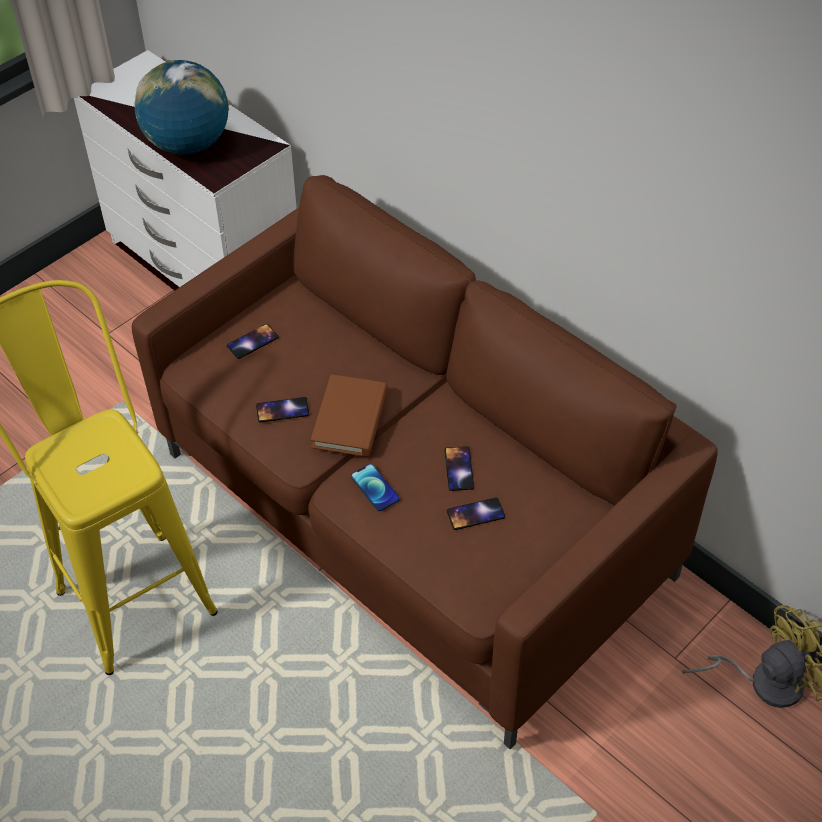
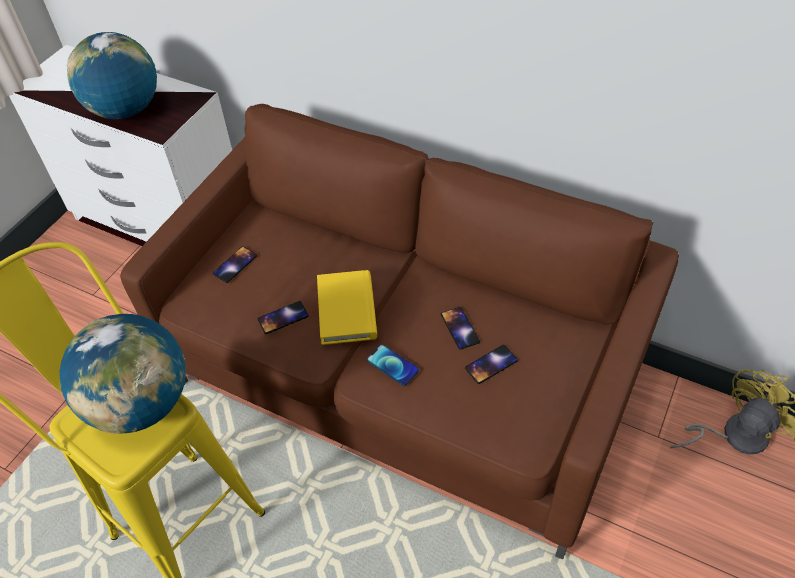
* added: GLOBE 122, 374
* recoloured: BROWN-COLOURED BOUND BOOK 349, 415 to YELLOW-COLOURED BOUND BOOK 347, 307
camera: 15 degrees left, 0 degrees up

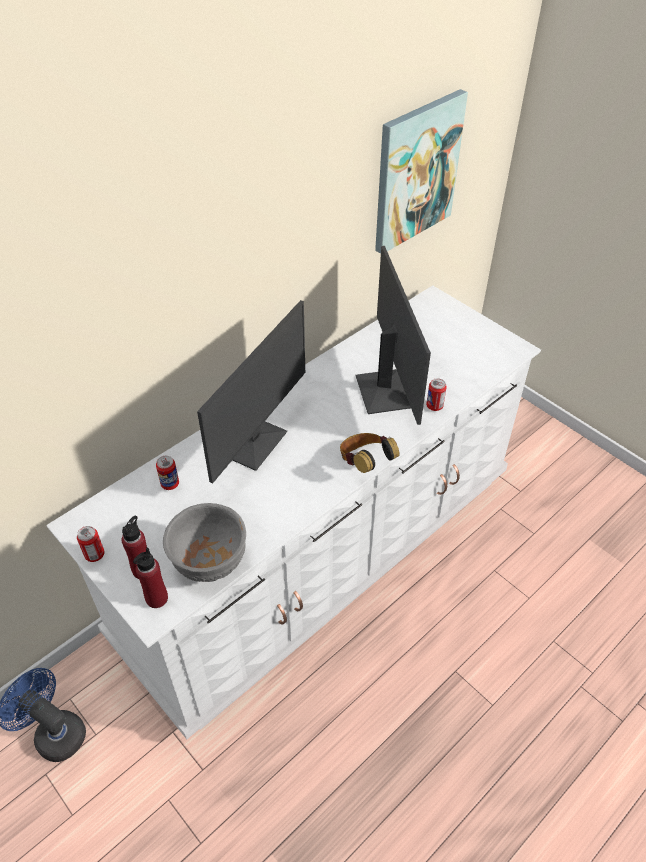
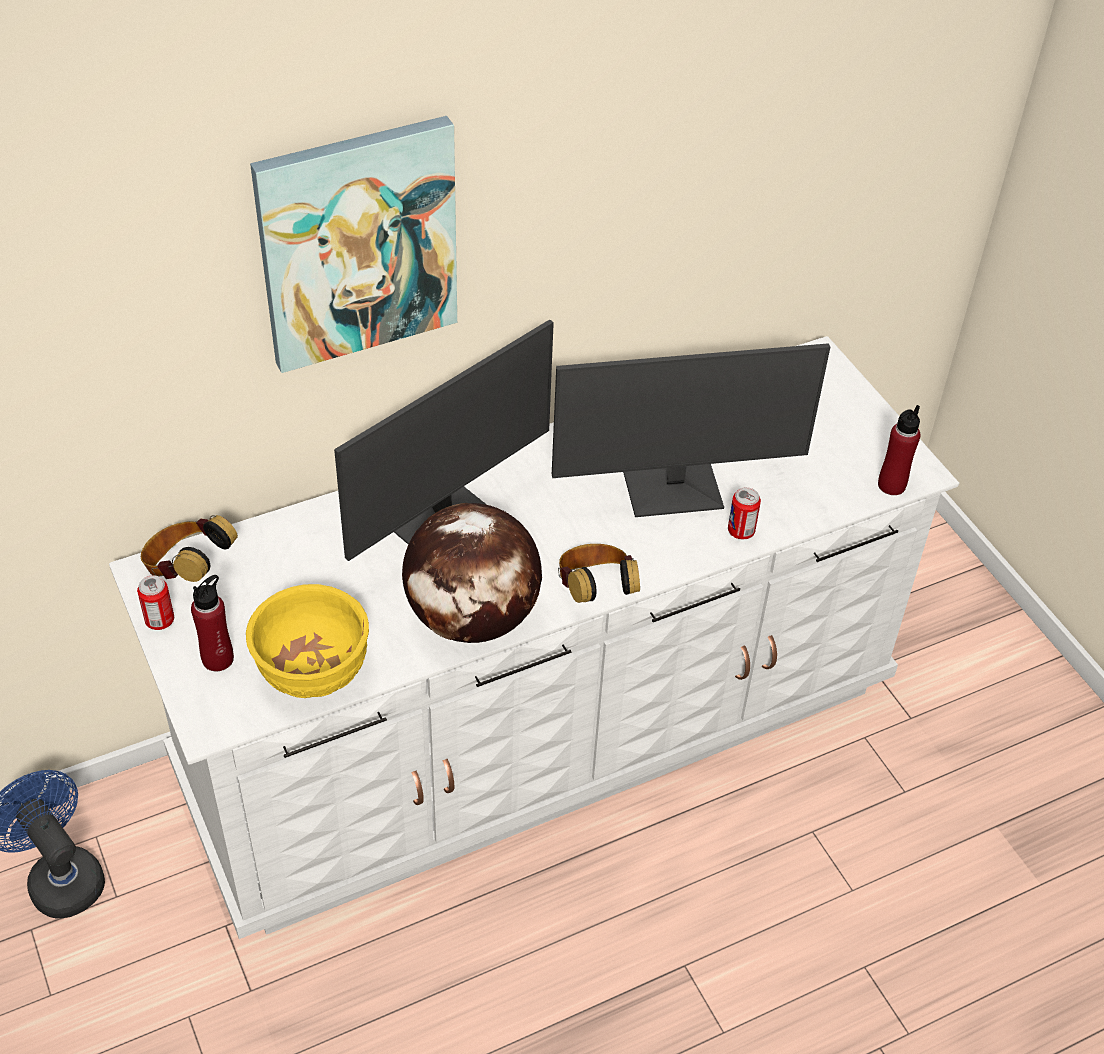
* added: HEADPHONES 189, 548
* recoloured: GREY BOWL 204, 542 to YELLOW-COLOURED BOWL 307, 641
* moved: PICTURE 421, 171 to 353, 244
* added: GLOBE 472, 573
* turned: COMPUTER DISPLAY 393, 335 = 691, 430 75 degrees clockwise
* moved: REDDISH BEVERAGE BOTTLE 150, 577 to 899, 450
* removed: SEALED CAN 167, 473
camera: 15 degrees right, 0 degrees up

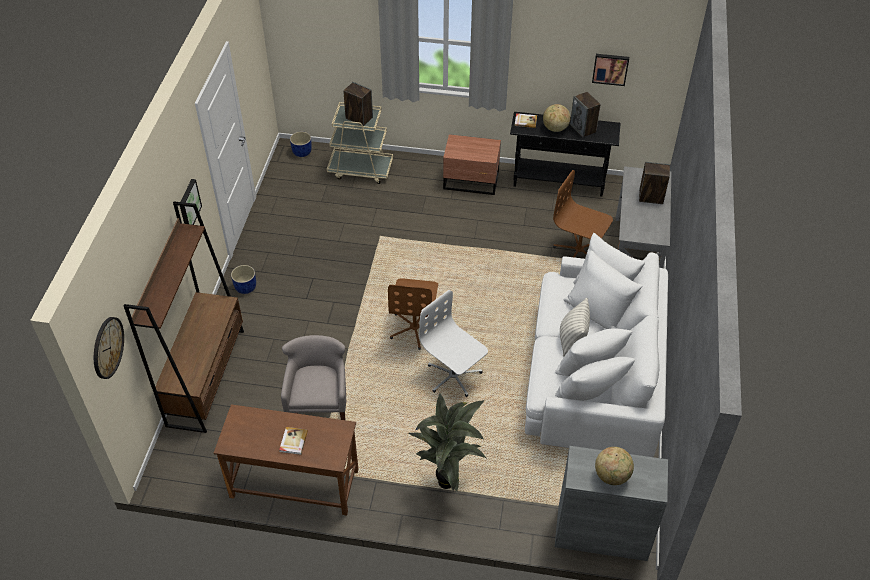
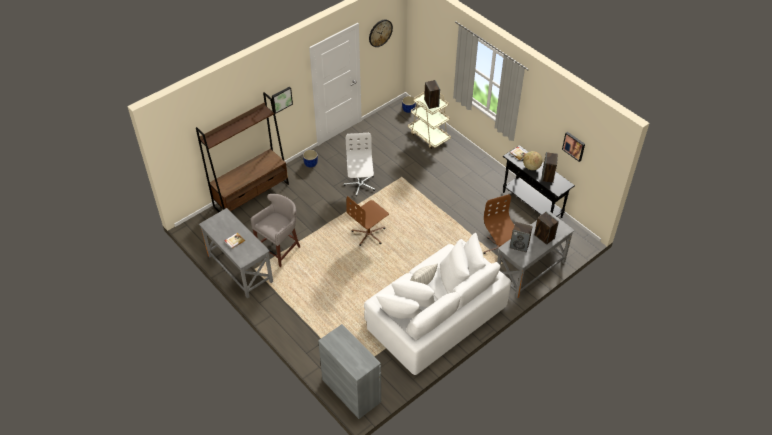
* recoloured: BROWN-COLOURED DESK 286, 460 to GREY DESK 236, 253
* moved: WHITE COMPUTER CHAIR 453, 343 to 359, 164
* moved: HANGING CLOCK 109, 348 to 381, 33
* added: SPEAKER 521, 237
* removed: PLANT IN A POT 447, 442
* removed: BROWN-COLOURED NIGHTSTAND 472, 164
* removed: GLOBE 614, 466
camera: 40 degrees right, 0 degrees up

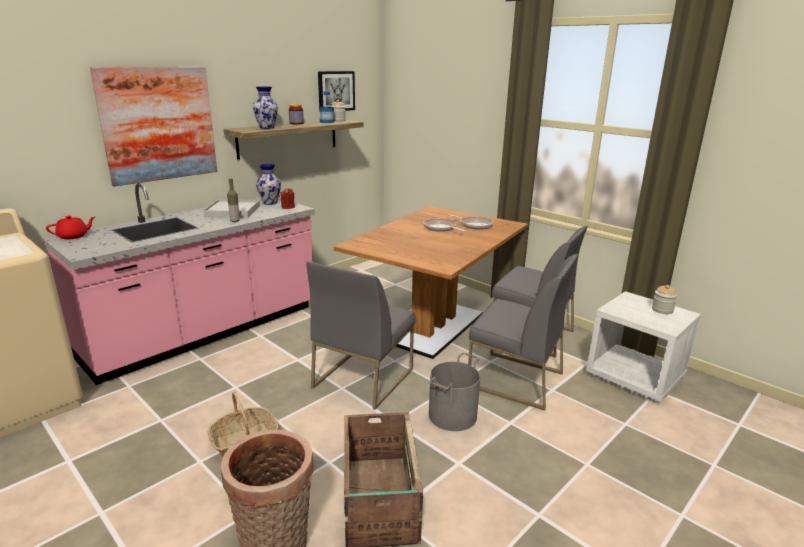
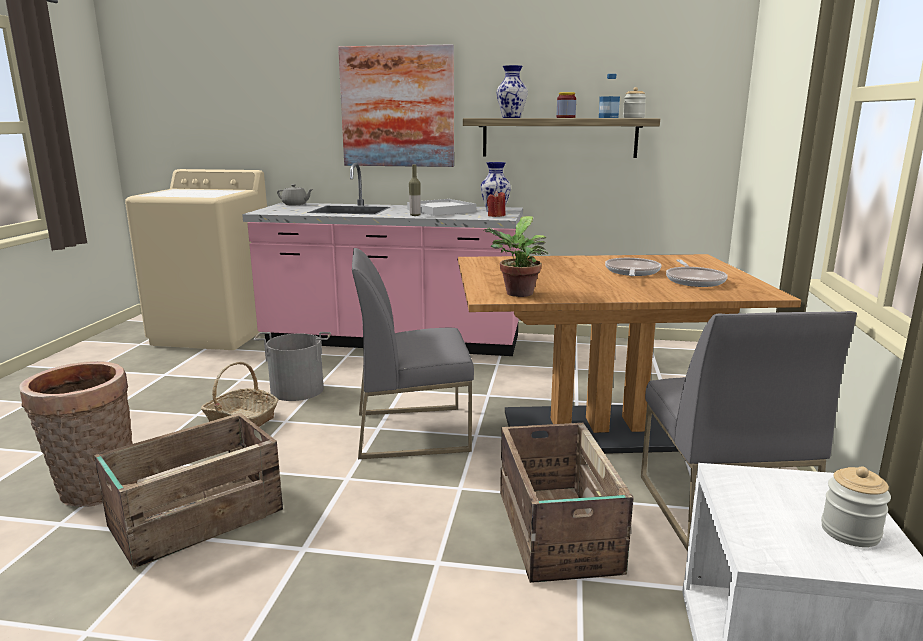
* moved: GREY BUCKET 454, 392 to 292, 366
* recoloured: REDDISH TEAPOT 70, 227 to GREY TEAPOT 295, 194
* added: PLANT IN A POT 515, 256
* replaced: GREY UPRIGHT CHAIR 523, 332 to PACKING CRATE 567, 503
* removed: PICTURE 336, 91
camera: 55 degrees right, 5 degrees down

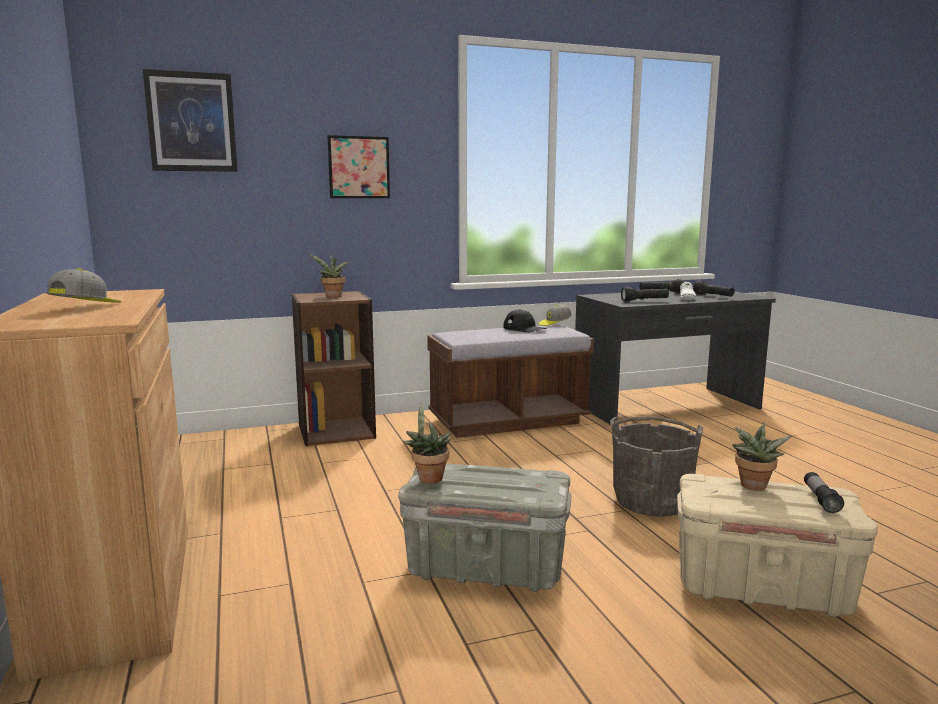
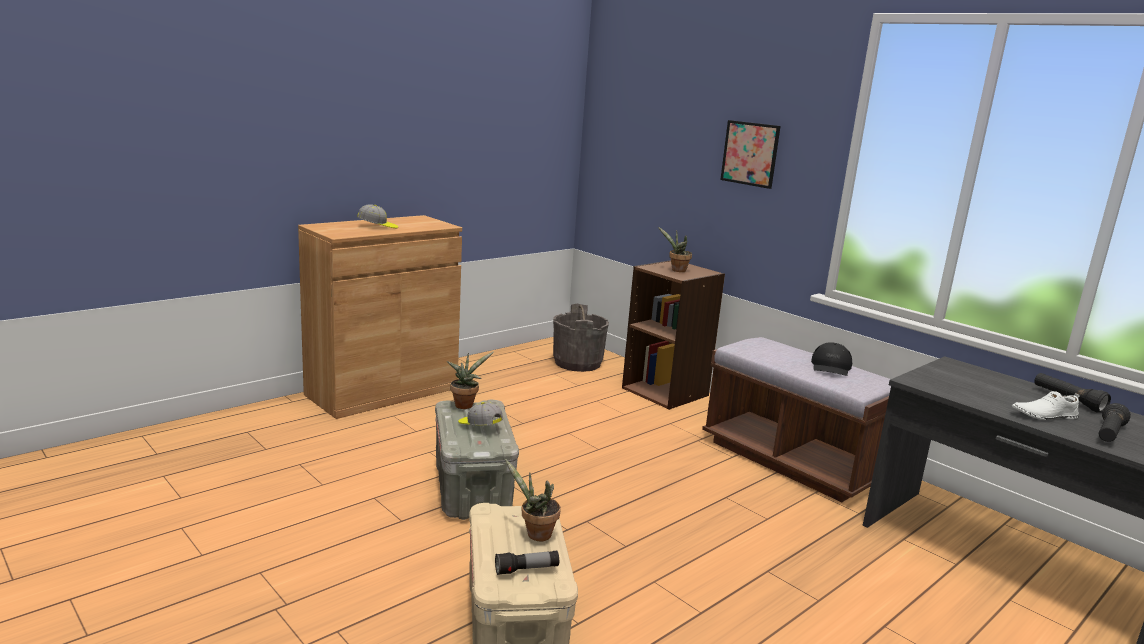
* moved: BASEBALL CAP 555, 315 to 480, 414
* moved: GREY BUCKET 656, 466 to 581, 338
* removed: PICTURE 190, 120
* removed: BLACK TORCH 645, 294
camera: 65 degrees right, 5 degrees up

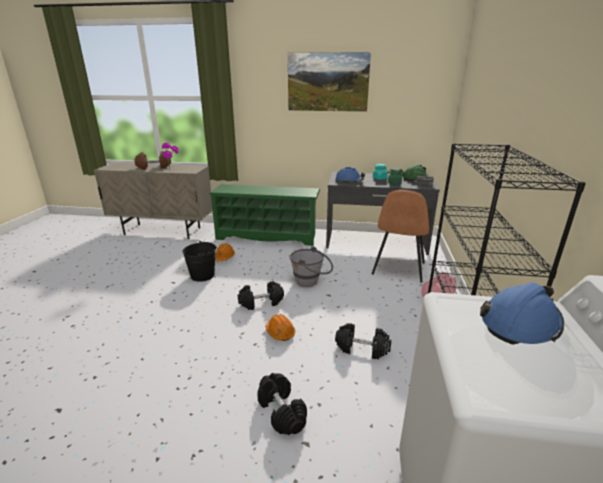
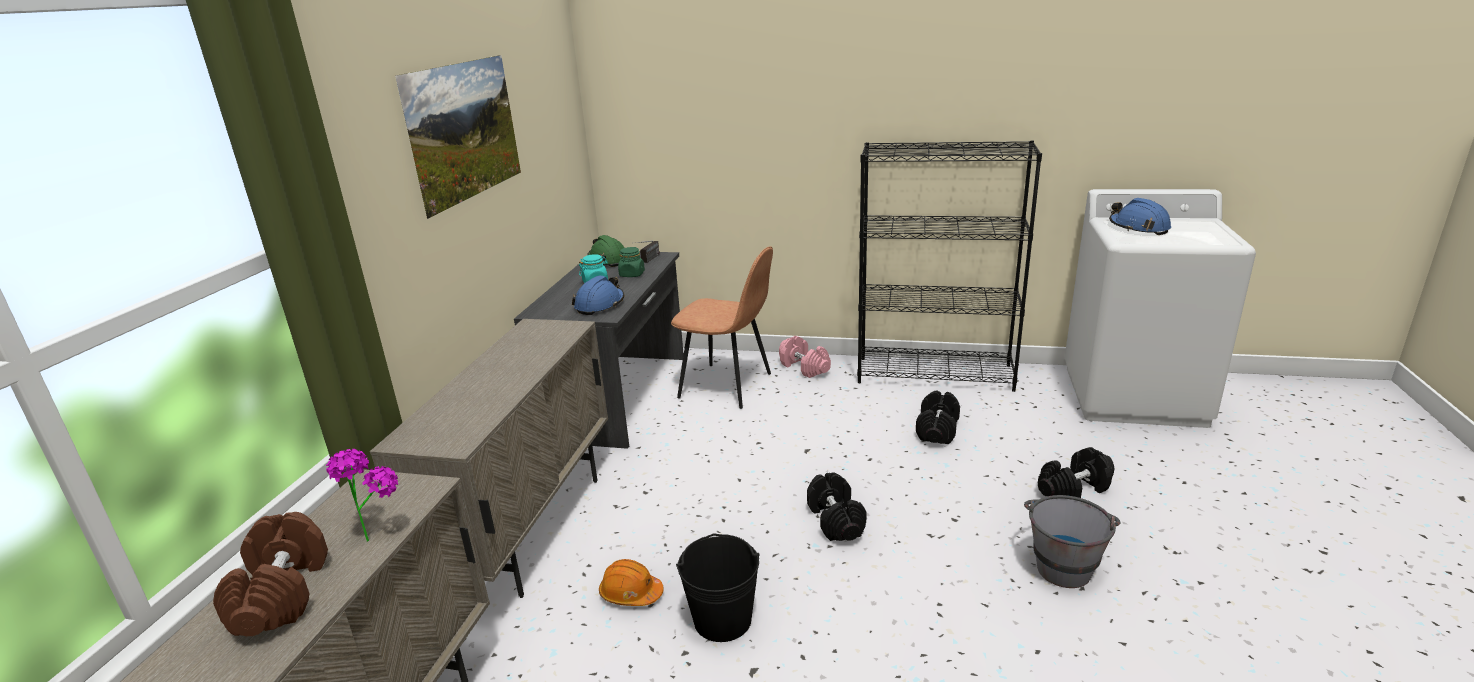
* replaced: GREENISH SHOE STAND 264, 215 to SAND-COLOURED CUPBOARD 489, 458
* moved: GREY BUCKET 311, 266 to 1072, 541
* removed: ORANGE HARD HAT 280, 327
camera: 85 degrees left, 0 degrees up

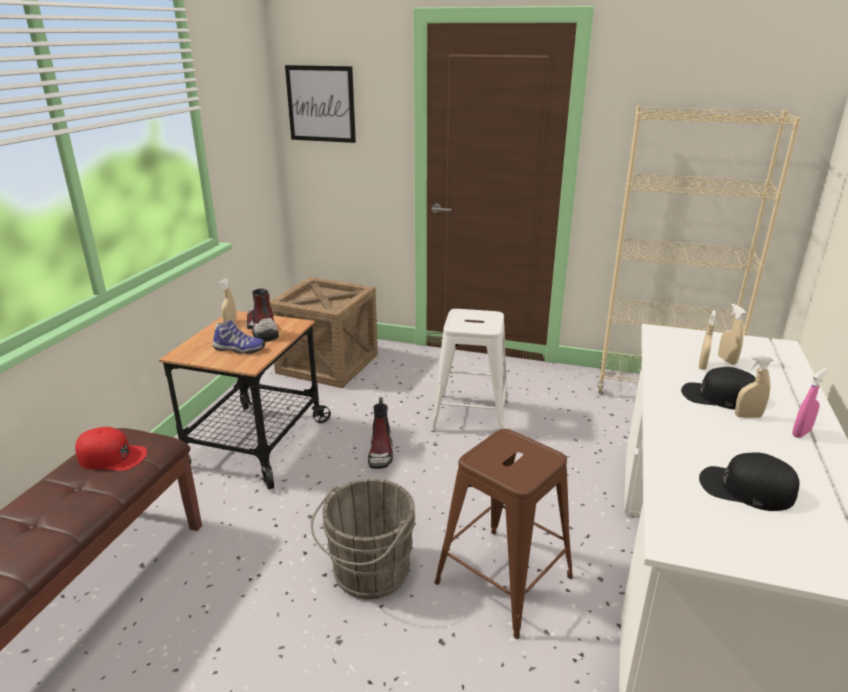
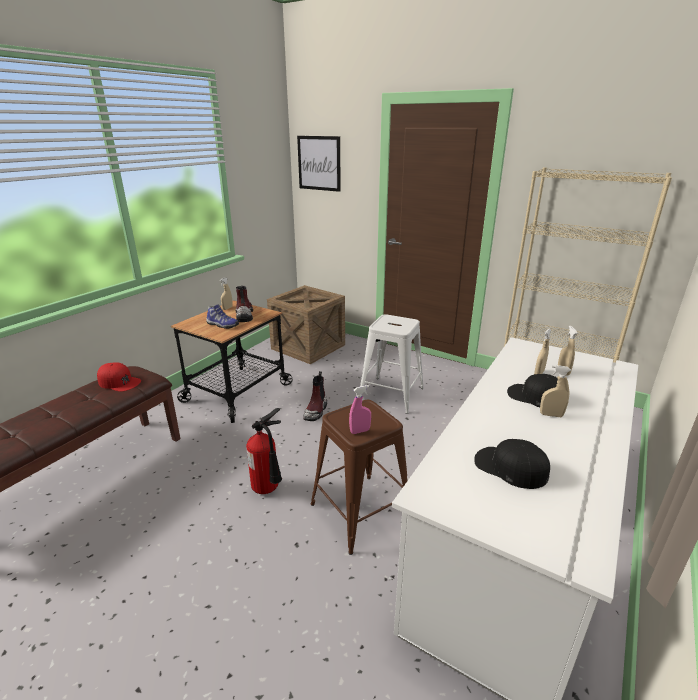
* replaced: GREY BUCKET 363, 539 to FIRE-FIGHTING CYLINDER 264, 451
* moved: PINK HAND SPRAYER 810, 403 to 360, 409
camera: 15 degrees right, 0 degrees up

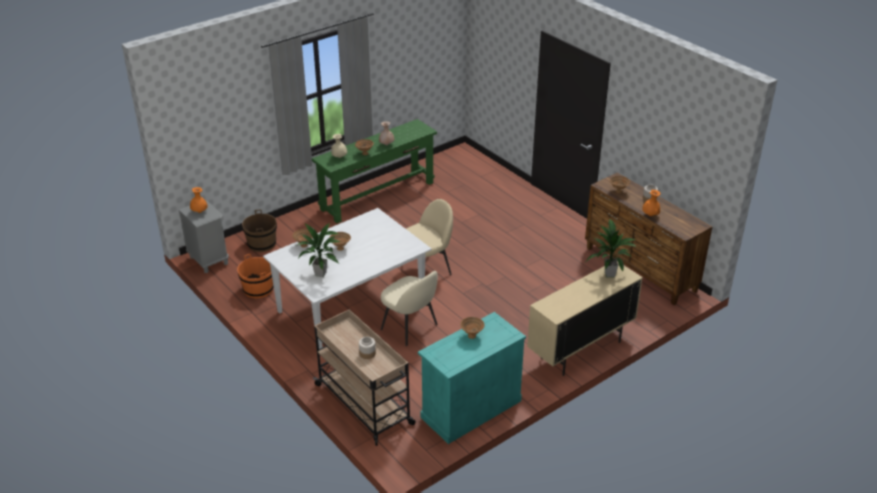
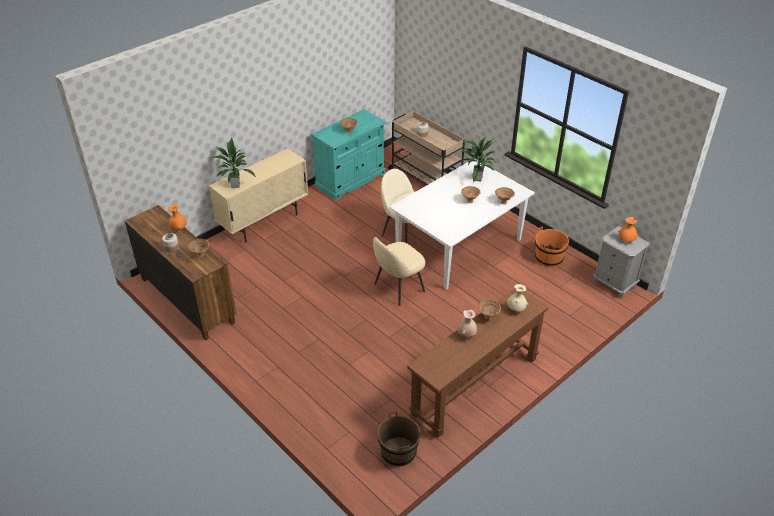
* moved: BROWN-COLOURED BUCKET 259, 230 to 399, 439
* recoloured: GREENISH HALL TABLE 374, 171 to BROWN-COLOURED HALL TABLE 478, 363
camera: 175 degrees right, 5 degrees up

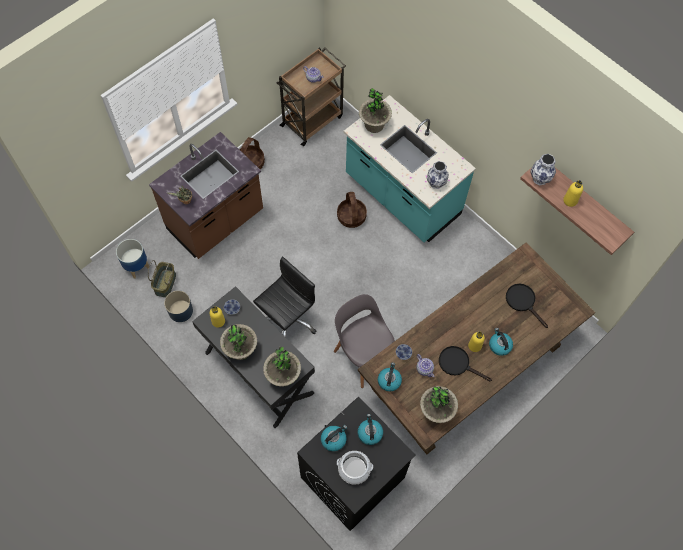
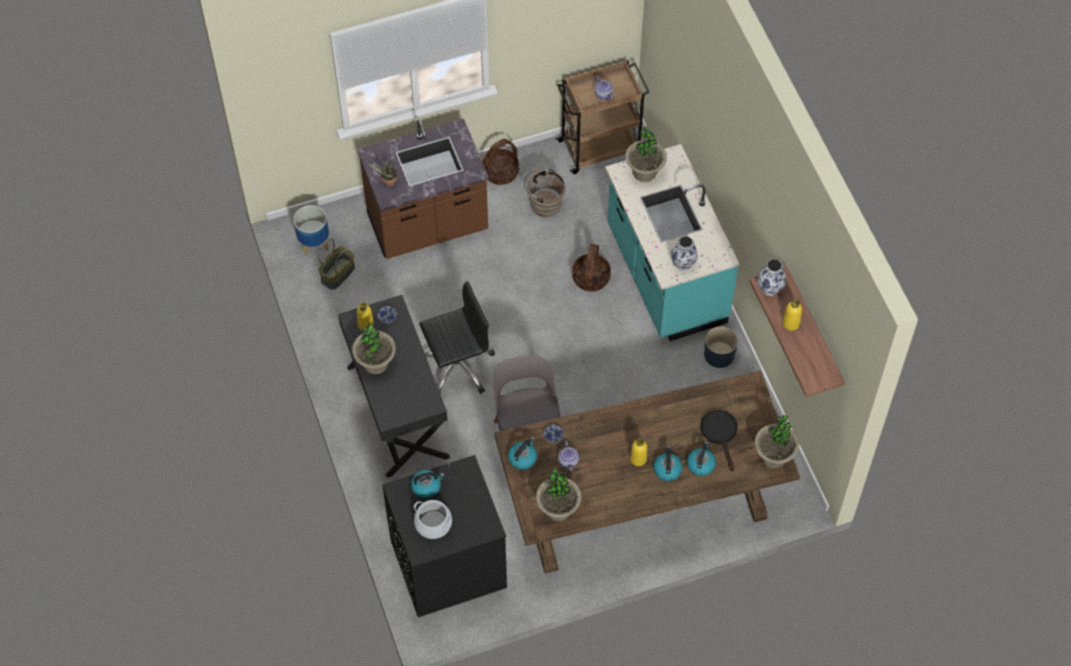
* added: BROWN-COLOURED BUCKET 544, 192
* moved: KETTLE 370, 429 to 701, 458
* moved: BLUE-COLOURED PLANTER 178, 306 to 721, 347
* moved: PLANT IN A POT 282, 367 to 776, 441
* removed: BLACK FRYING PAN 465, 363
camera: 25 degrees right, 5 degrees down

